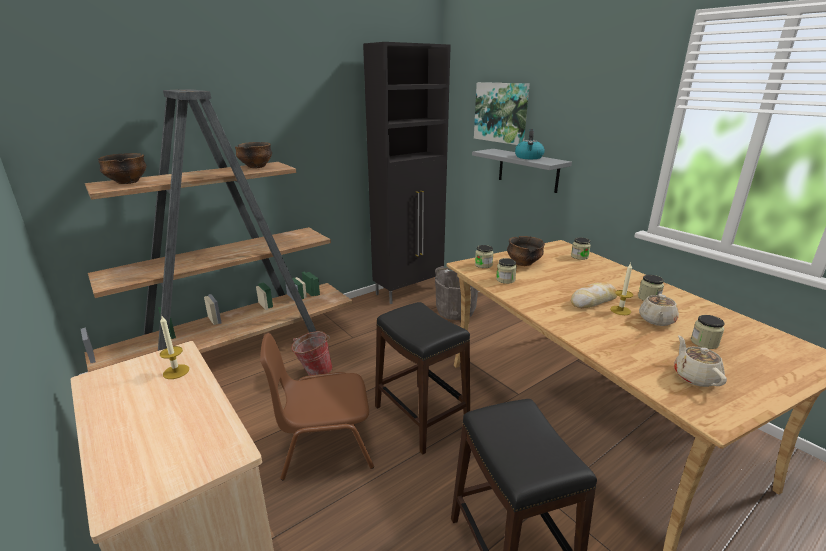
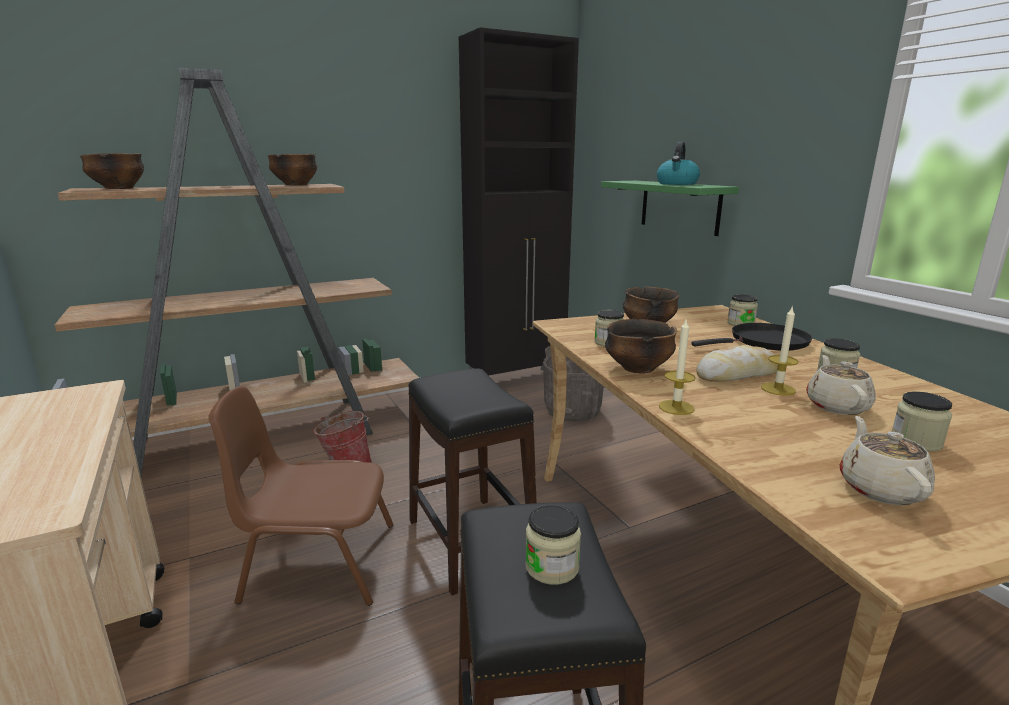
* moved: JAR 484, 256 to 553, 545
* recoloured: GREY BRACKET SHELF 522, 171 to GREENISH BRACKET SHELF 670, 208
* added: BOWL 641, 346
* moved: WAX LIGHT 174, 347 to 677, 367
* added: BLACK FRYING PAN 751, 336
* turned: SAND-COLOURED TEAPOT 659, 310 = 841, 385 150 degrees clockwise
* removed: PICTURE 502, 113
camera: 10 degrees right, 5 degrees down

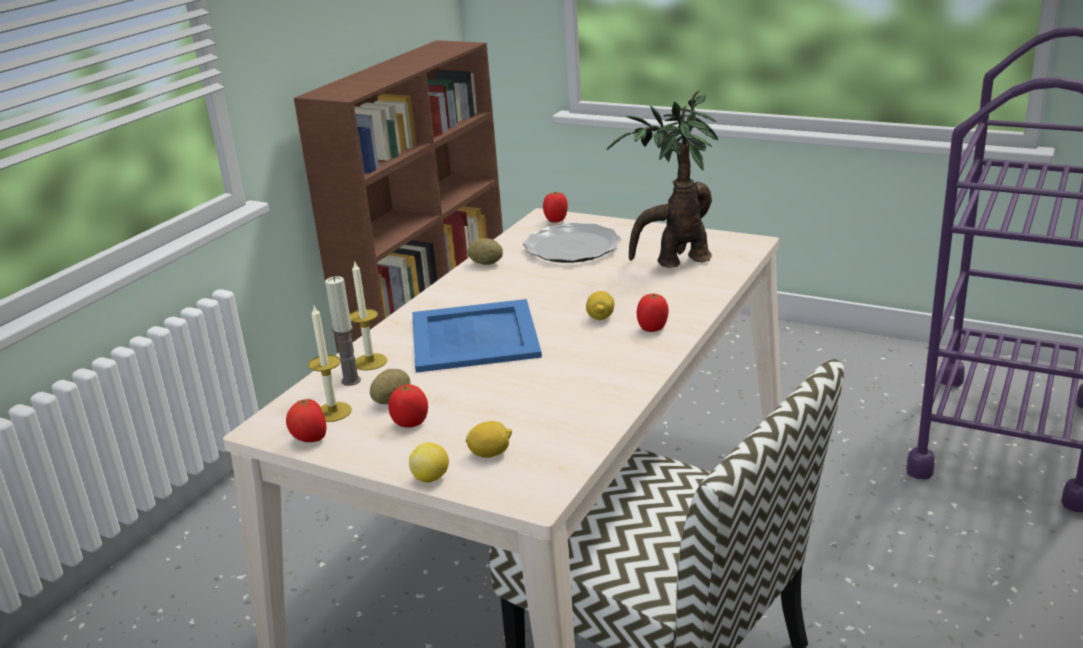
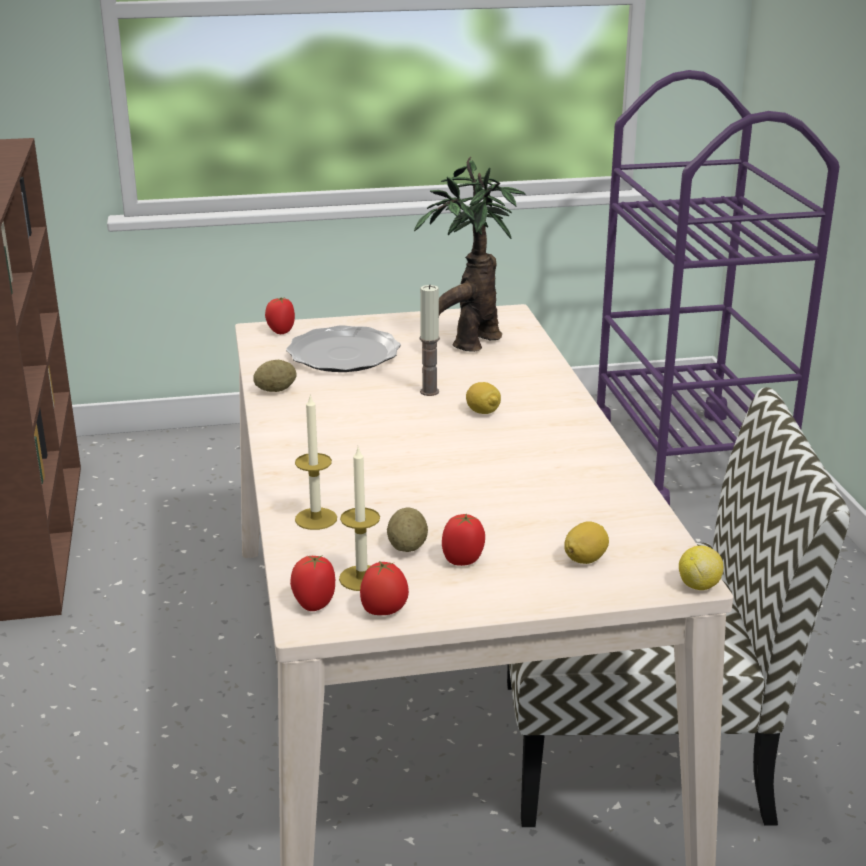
* moved: WHOLE TOMATO 653, 312 to 312, 583
* moved: WAX LIGHT 343, 331 to 430, 340
* moved: WHOLE LEMON 429, 463 to 701, 568
* removed: BLUE-COLOURED SERVING TRAY 477, 336
camera: 40 degrees left, 0 degrees up

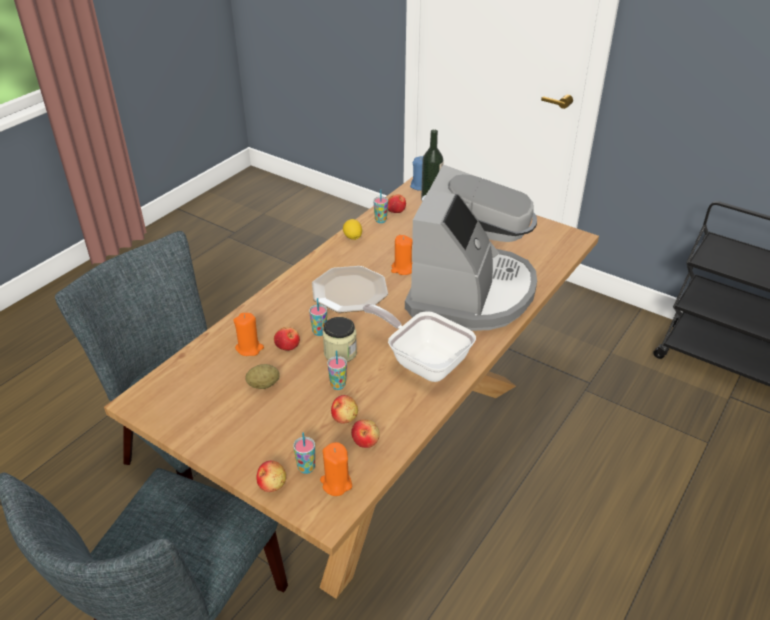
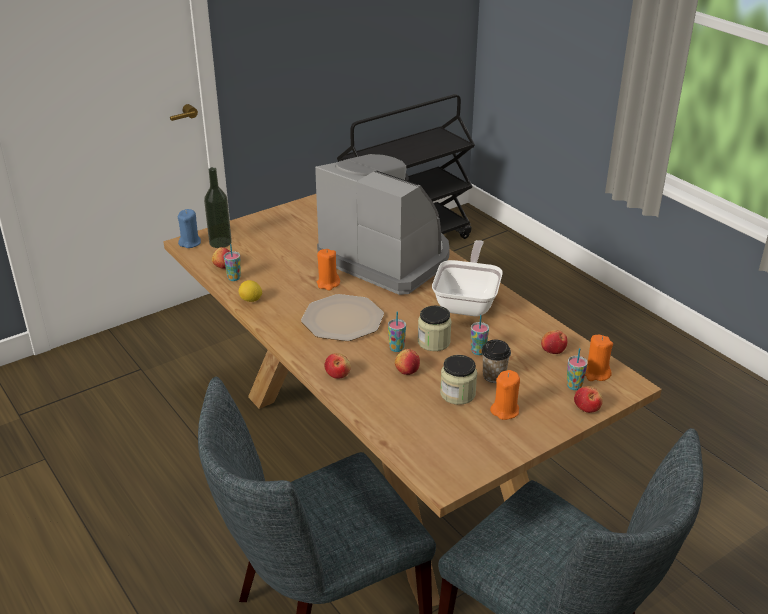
* moved: APPLE FRUIT 344, 409 to 337, 366
* turned: FRYING PAN 419, 343 = 467, 278 135 degrees clockwise
* replaced: POTATO 262, 376 to JAR 458, 380
* added: CUP 496, 361
* moved: ORANGE WAX LIGHT 248, 334 to 505, 395
camera: 70 degrees left, 5 degrees down

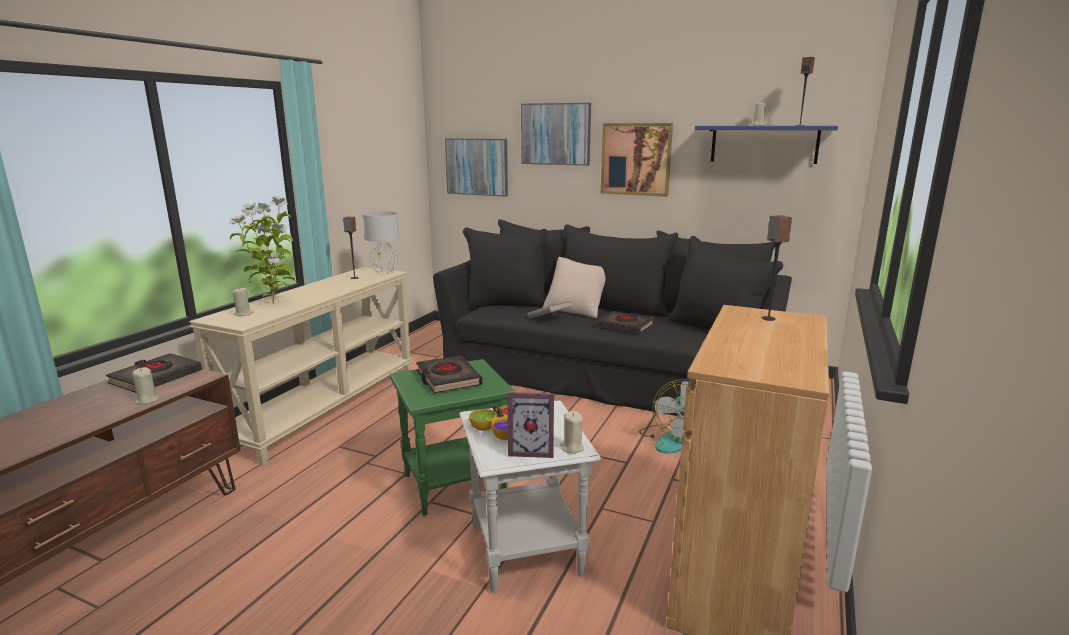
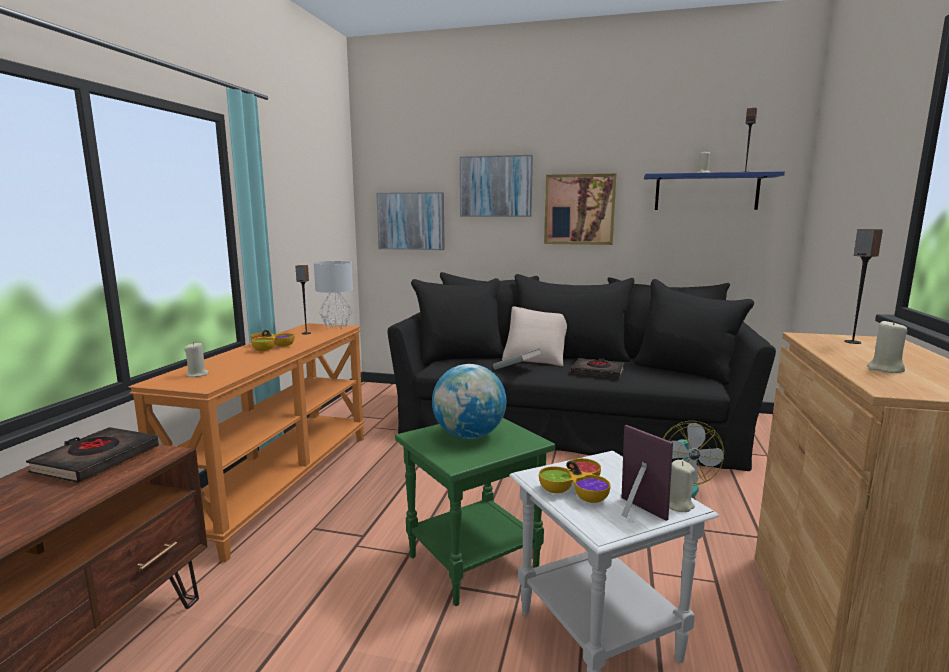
* recoloured: SAND-COLOURED HALL TABLE 301, 366 to ORANGE HALL TABLE 247, 442
* added: BOWL 272, 340
* replaced: BLACK BOUND BOOK 449, 374 to GLOBE 469, 401
* turned: PICTURE FRAME 531, 425 = 647, 473 120 degrees counterclockwise
* moved: SAND-COLOURED WAX LIGHT 145, 386 to 887, 346
* removed: PLANT IN A POT 262, 250
camera: 10 degrees left, 5 degrees down

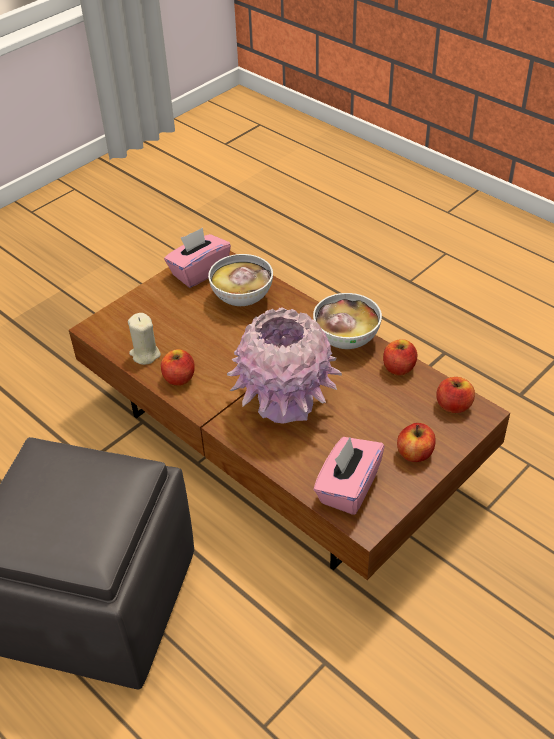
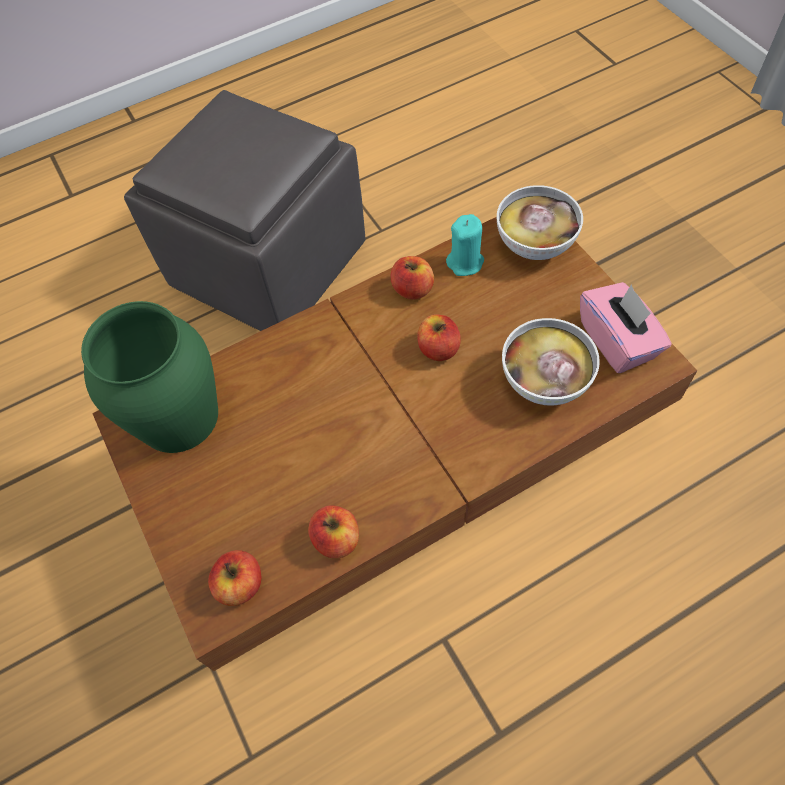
* replaced: PINK TISSUE HOLDER 349, 476 to GREENISH VASE 149, 377
* moved: APPLE FRUIT 416, 442 to 439, 337
* recoloured: SAND-COLOURED WAX LIGHT 144, 339 to TURQUOISE-COLOURED WAX LIGHT 465, 245
* moved: BOWL 347, 321 to 540, 222
* removed: PINK VASE 284, 366
camera: 110 degrees right, 15 degrees up

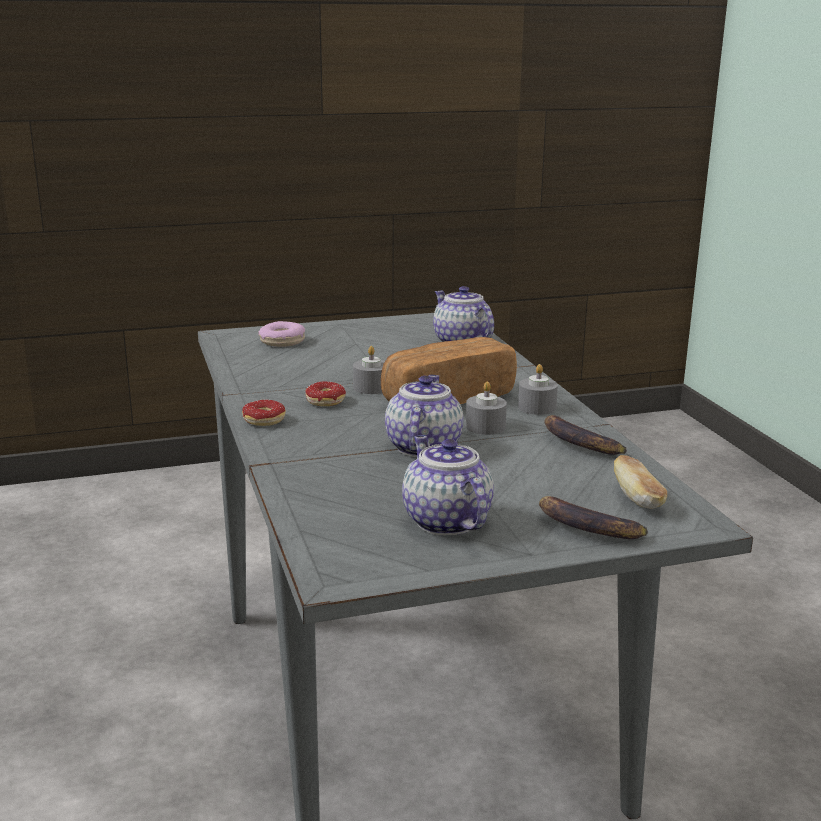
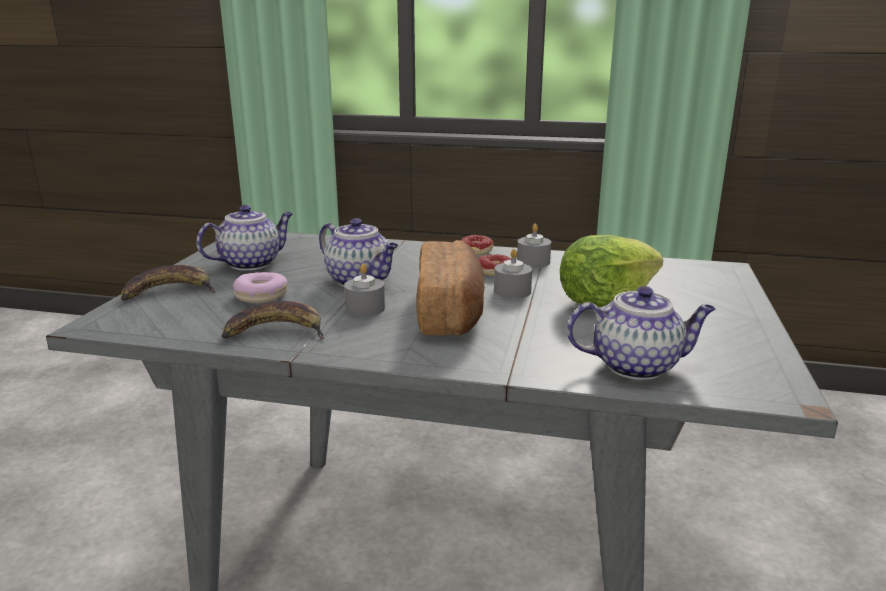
* turned: TEAPOT 448, 485 = 244, 238 45 degrees counterclockwise
* moved: DONUT 281, 334 to 260, 287
* moved: GREY WAX LIGHT 538, 389 to 534, 246
* added: HEAD OF LETTUCE 611, 271
* removed: BAKERY BREAD 640, 482
camera: 120 degrees right, 0 degrees up

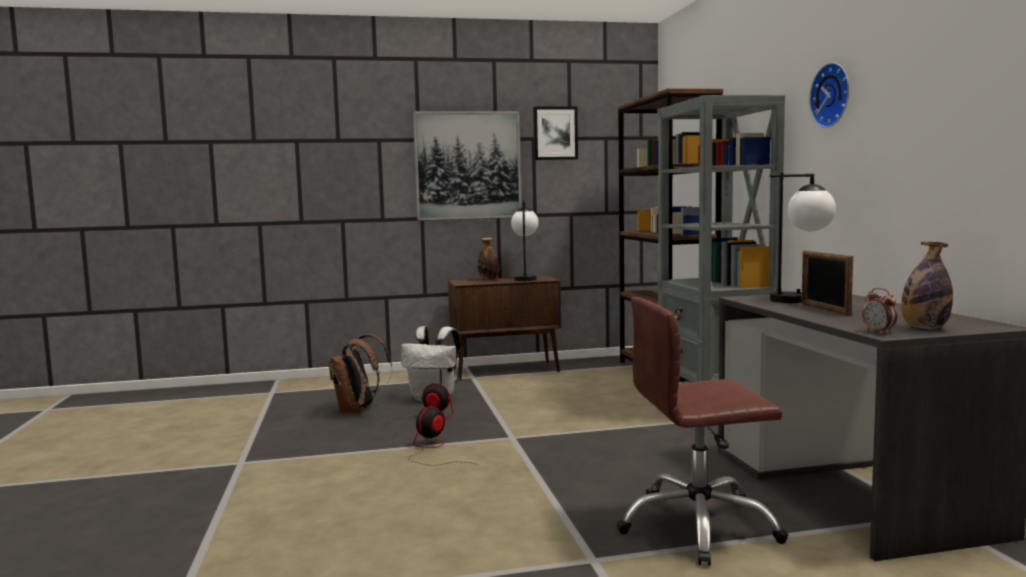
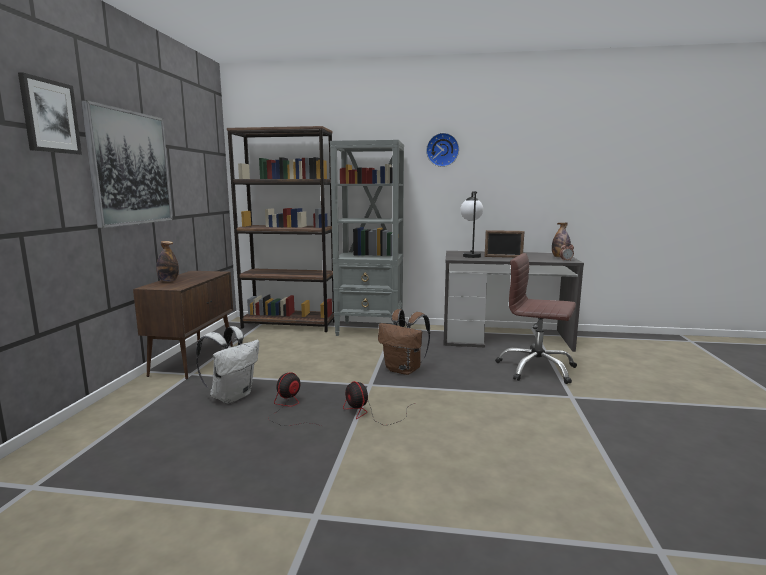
* moved: PICTURE 555, 133 to 50, 113
* moved: BROWN-COLOURED RUCKSACK 360, 373 to 404, 342
* turned: BROWN-COLOURED COMPUTER CHAIR 702, 431 = 536, 318 105 degrees clockwise
* removed: TABLE LAMP 525, 240
camera: 70 degrees left, 5 degrees up

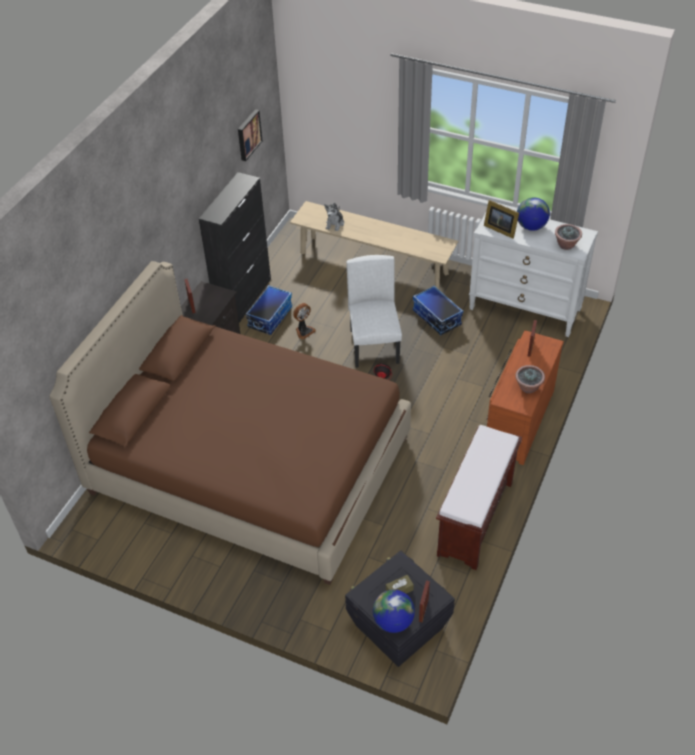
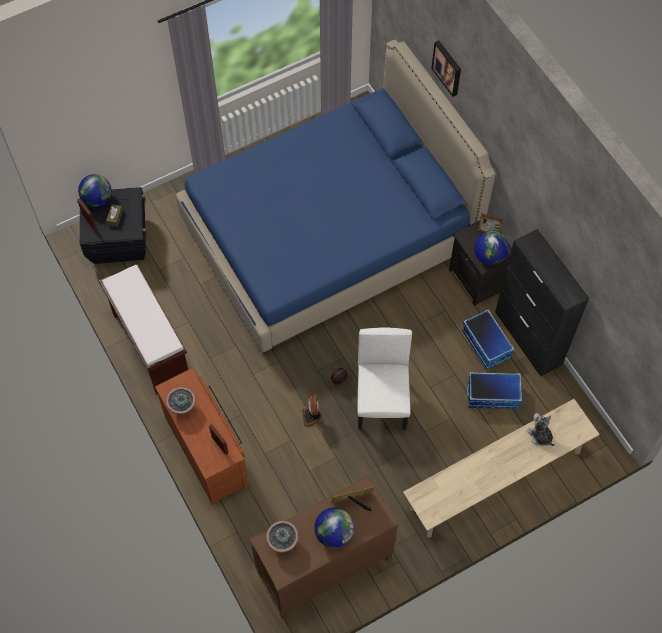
* recoloured: BROWN-COLOURED BEDROOM BED 230, 423 to BLUE-COLOURED BEDROOM BED 336, 197
* recoloured: WHITE DRESSER 533, 274 to BROWN-COLOURED DRESSER 324, 547
* moved: FAN 304, 321 to 312, 411
* turned: WHITE UPRIGHT CHAIR 374, 311 = 384, 378 120 degrees counterclockwise
* moved: PICTURE 250, 135 to 446, 68
* moved: STORAGE BOX 438, 310 to 494, 390
* added: GLOBE 491, 248
camera: 125 degrees right, 15 degrees up

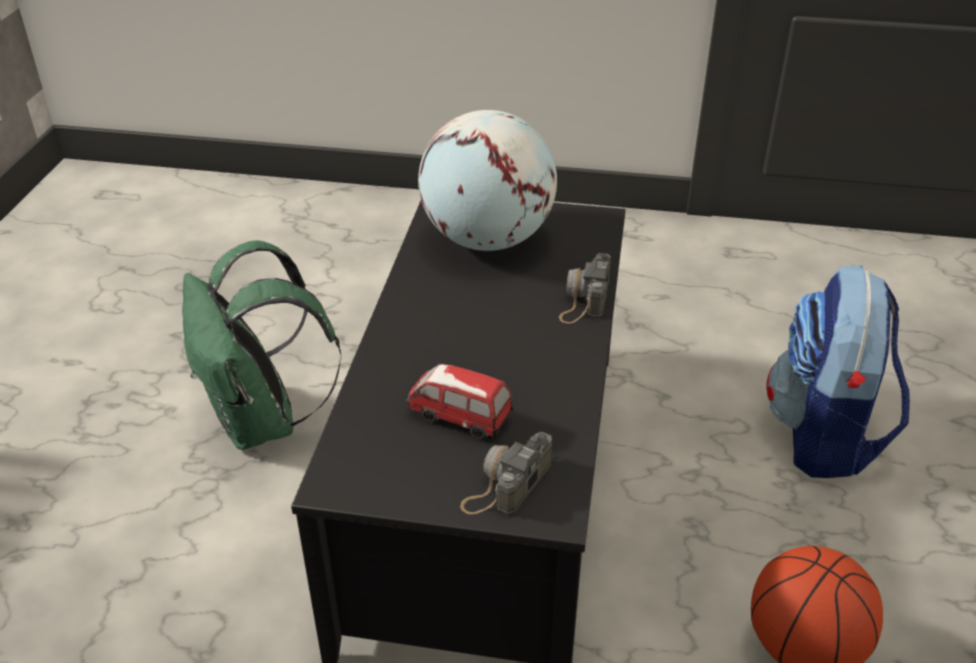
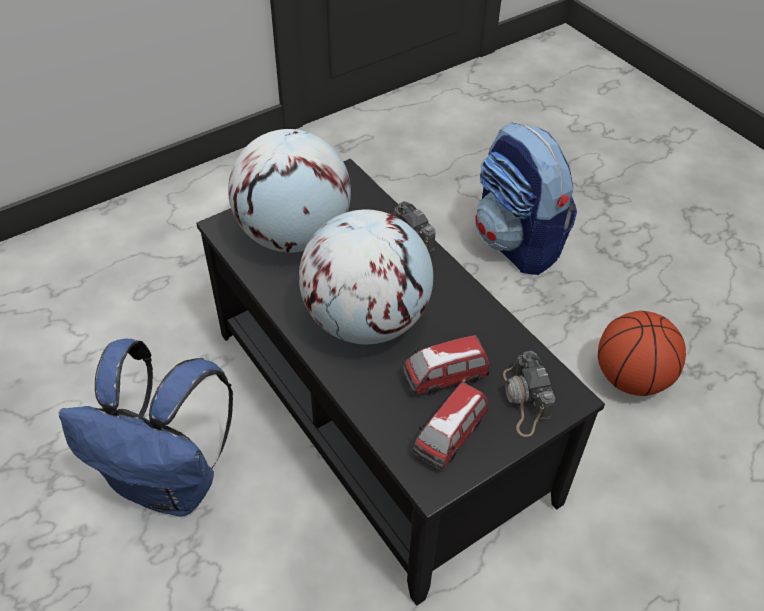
* recoloured: GREENISH RUCKSACK 262, 345 to BLUE-COLOURED RUCKSACK 146, 428
* added: GLOBE 366, 277
* added: MINIATURE CAR 450, 426
camera: 45 degrees left, 10 degrees up

